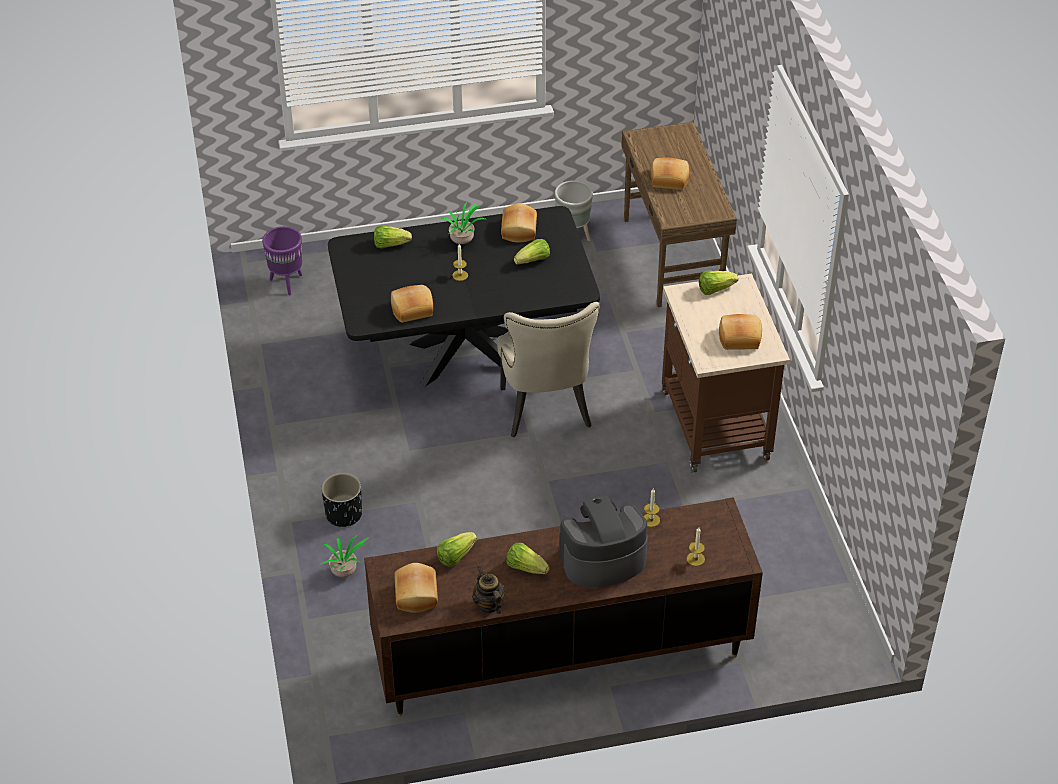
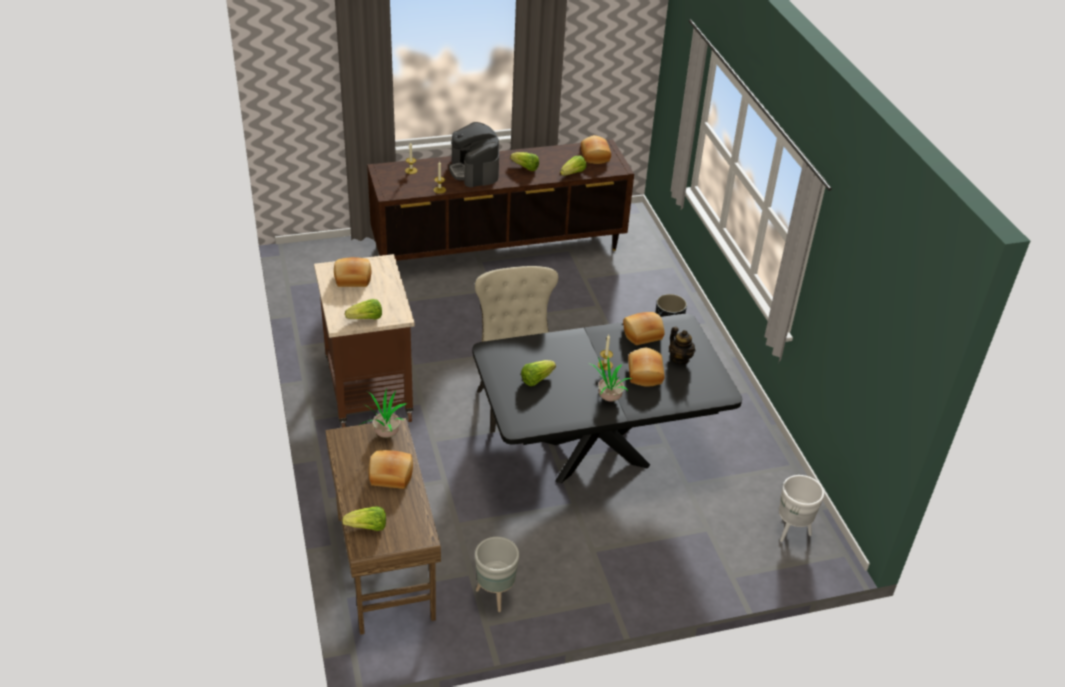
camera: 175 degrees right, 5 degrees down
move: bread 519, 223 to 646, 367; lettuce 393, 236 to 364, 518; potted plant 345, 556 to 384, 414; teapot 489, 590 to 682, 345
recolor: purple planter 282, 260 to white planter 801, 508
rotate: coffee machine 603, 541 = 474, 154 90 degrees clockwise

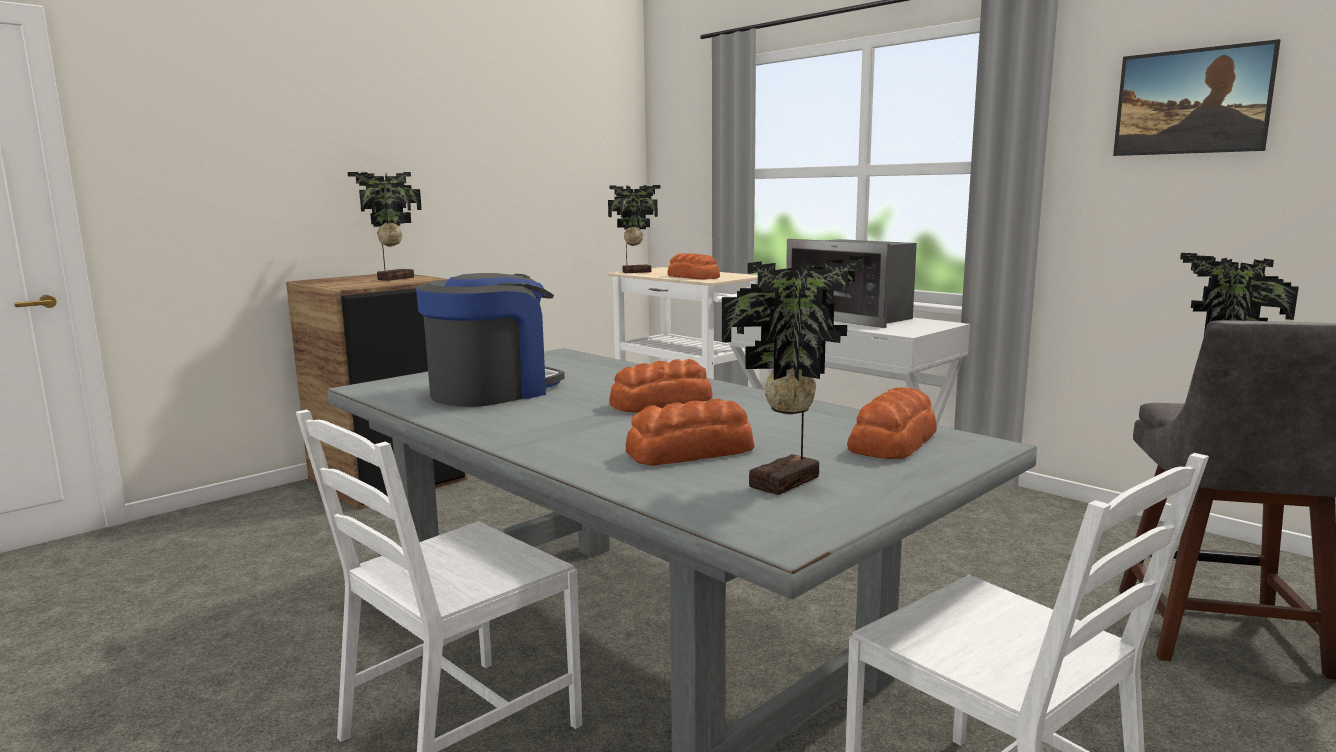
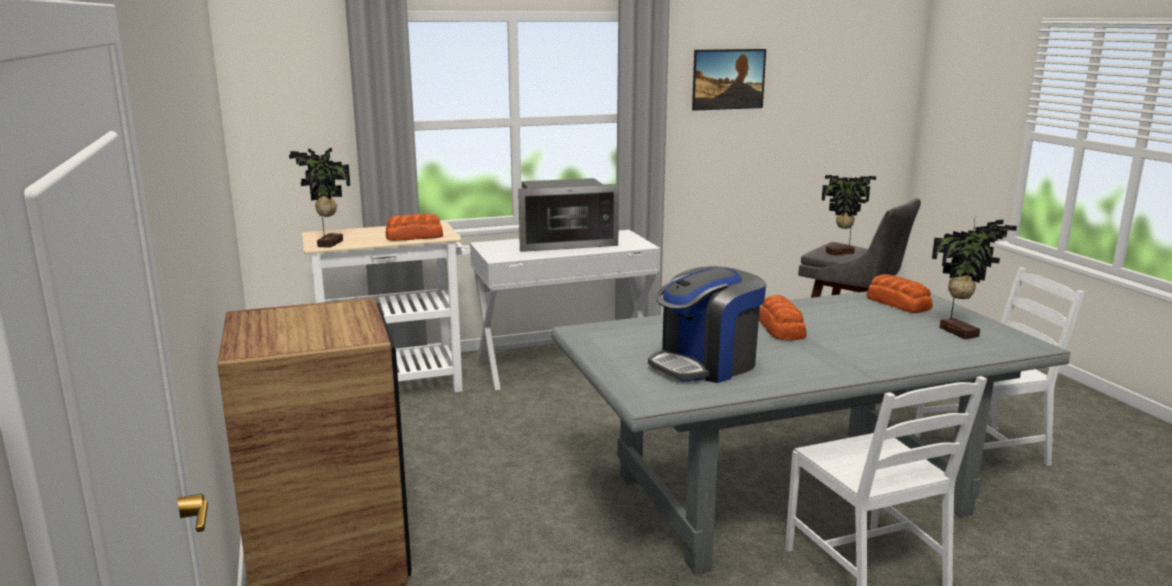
camera: 65 degrees left, 5 degrees up
delete: potted plant 385, 226; bread 690, 432
rotate: coffee machine 490, 340 = 707, 324 105 degrees counterclockwise

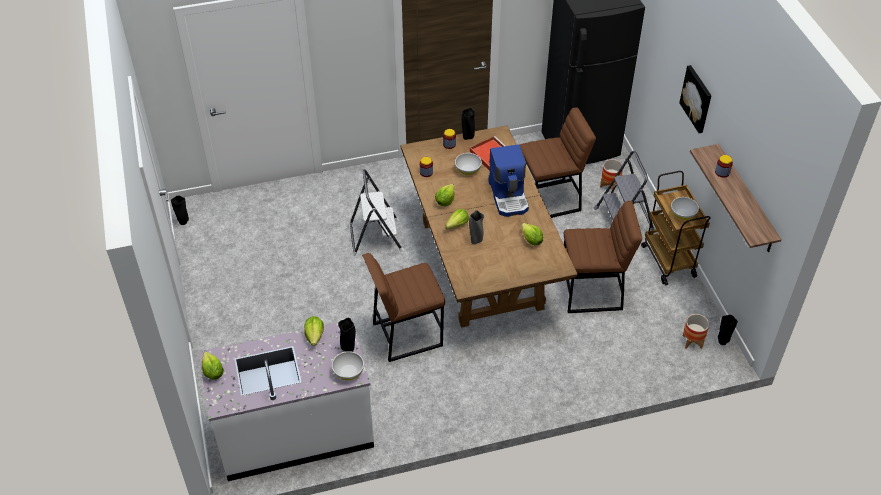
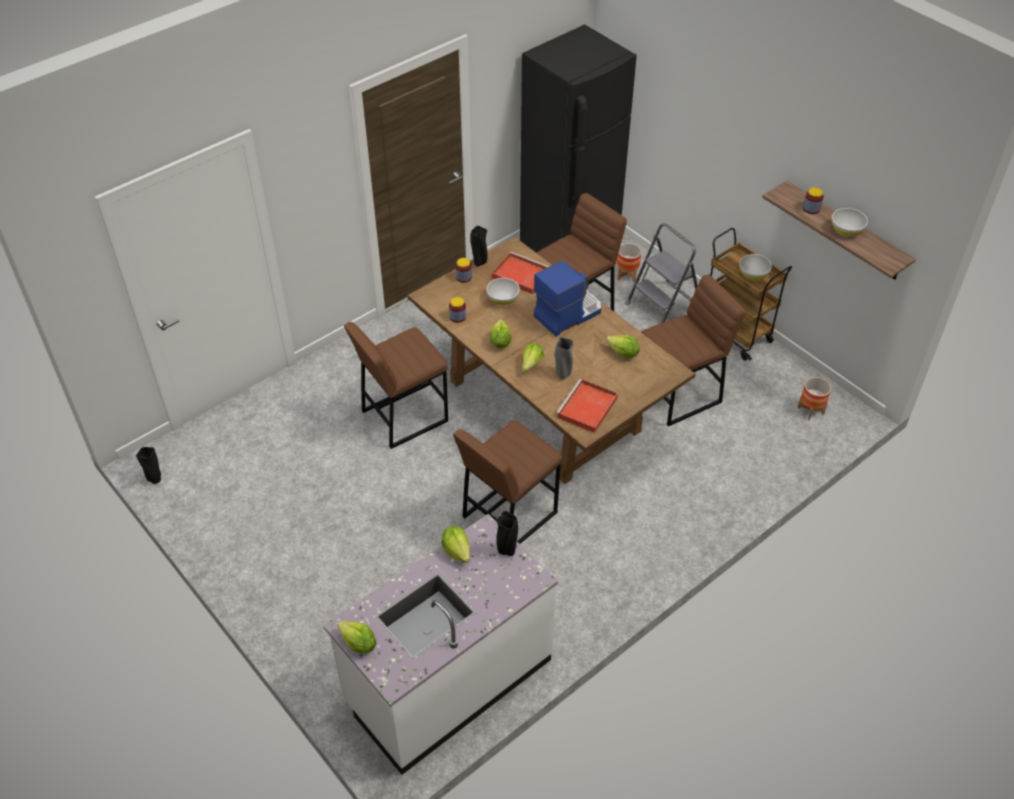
camera: 25 degrees left, 0 degrees up
delete: picture 695, 99; black vase 728, 330
insert: red tray 587, 406
move: white bowl 348, 365 to 850, 222
replace: white step ladder 377, 213 to brown chair 396, 385
rotate: coffee machine 509, 181 = 567, 298 90 degrees counterclockwise

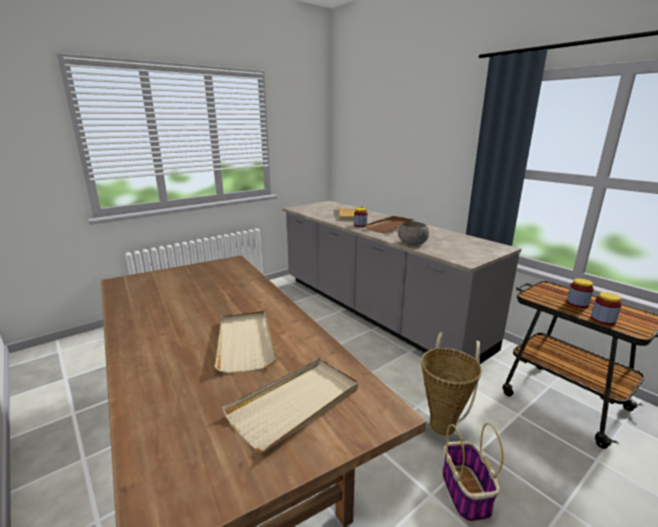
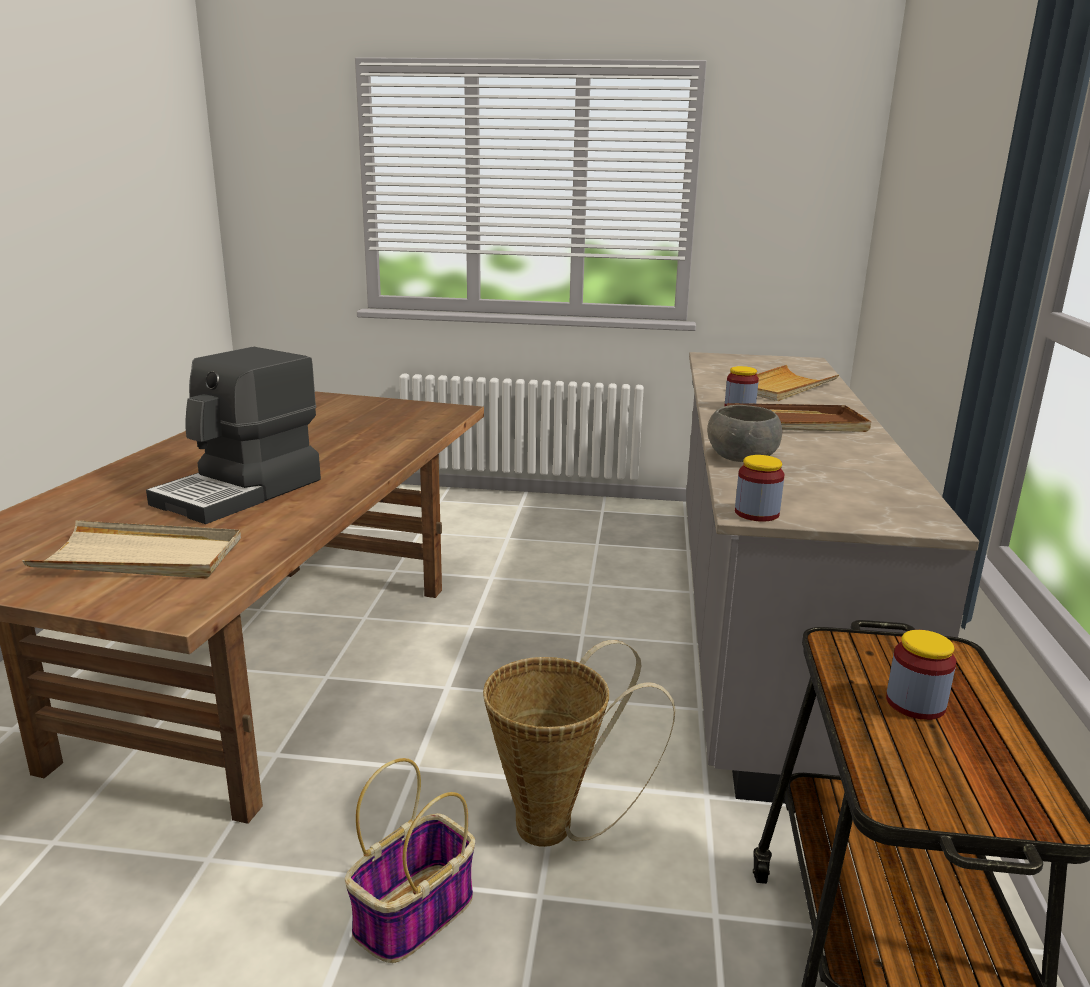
camera: 45 degrees right, 0 degrees up
move: jar 606, 308 to 759, 488
replace: beige tray 245, 342 to coffee machine 233, 435

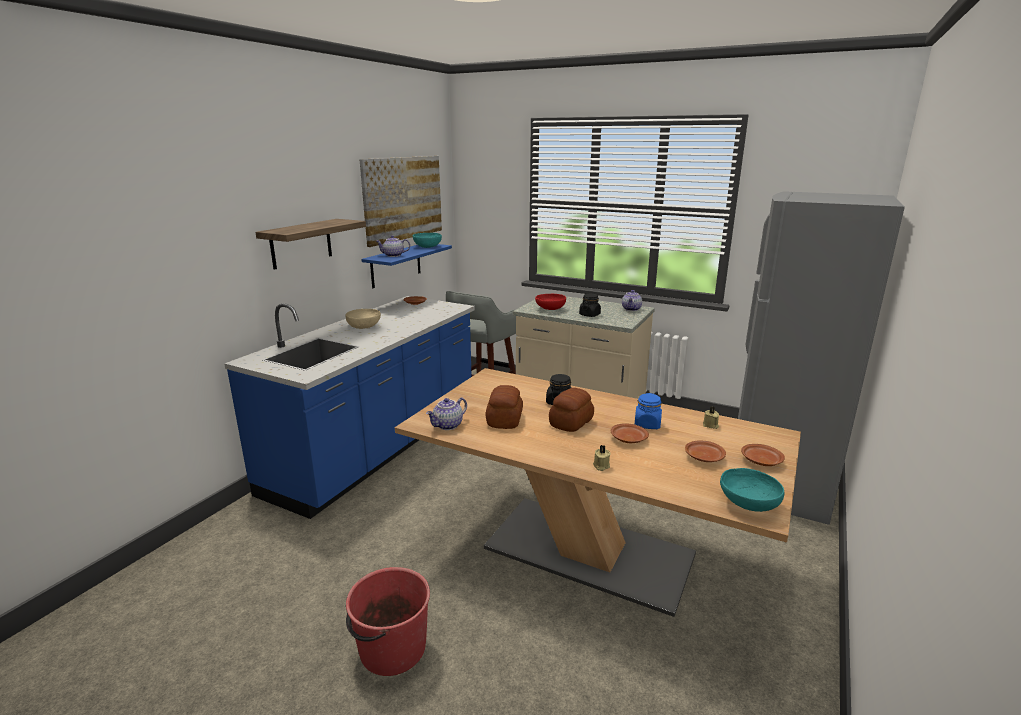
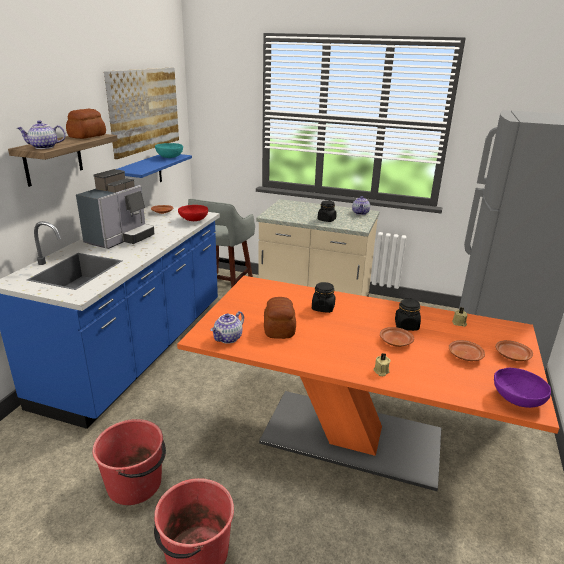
camera: 10 degrees left, 5 degrees up
insert: red bucket 129, 462
move: teapot 393, 246 to 41, 134; red bowl 550, 302 to 193, 213; bread 571, 410 to 86, 124
replace: beige bowl 363, 319 to coffee machine 115, 209
recolor: beige dining table 598, 492 to orange dining table 368, 383; blue jar 648, 411 to black jar 408, 314; turquoise bowl 752, 490 to purple bowl 522, 388

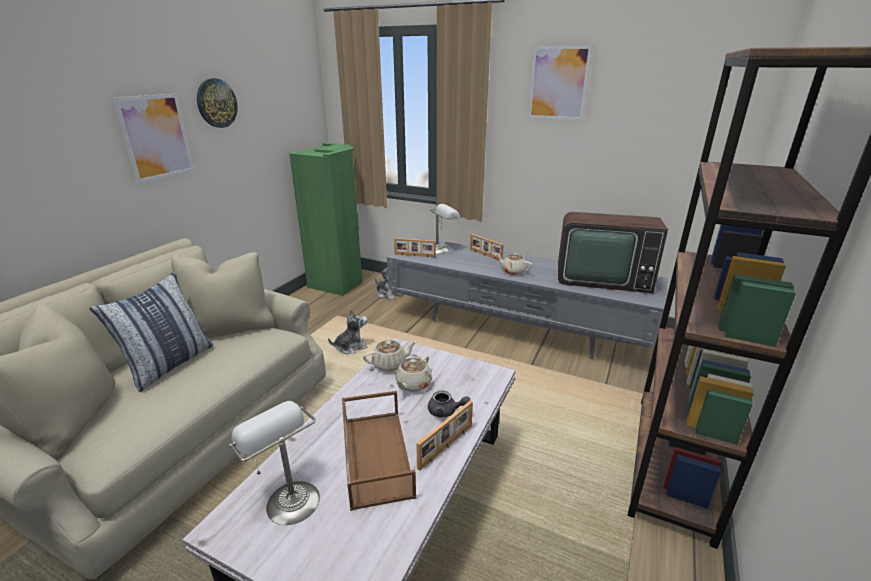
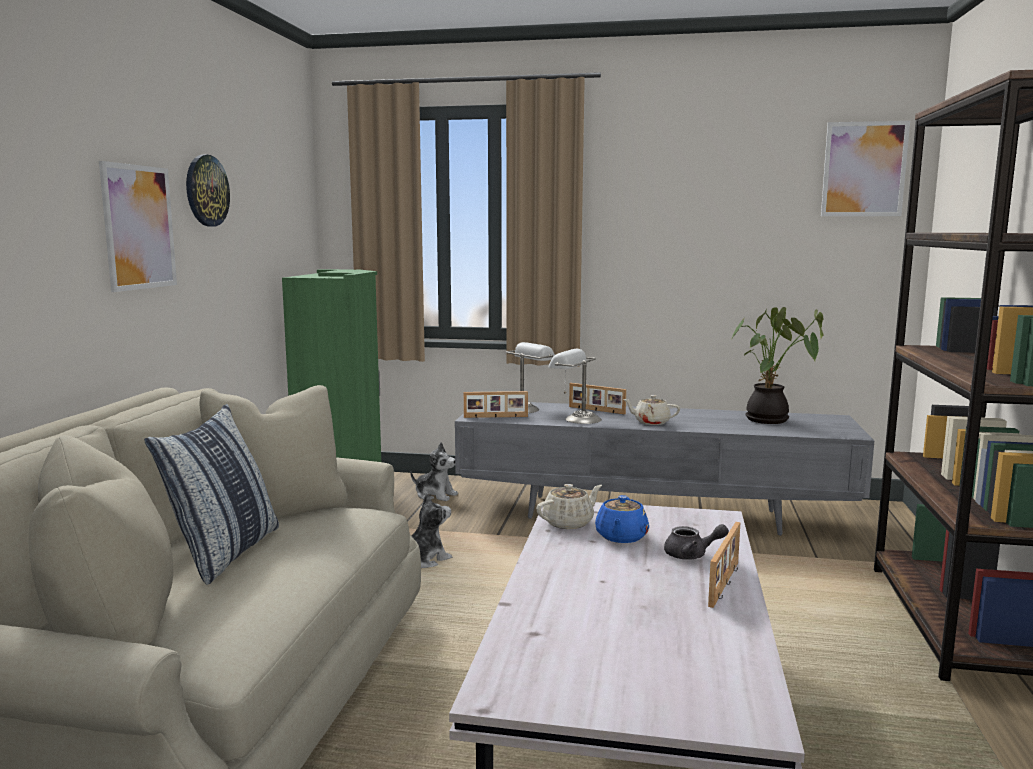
camera: 15 degrees left, 15 degrees down
delete: brown tray 379, 451
move: picture 560, 83 to 865, 168; white table lamp 274, 463 to 575, 386
replace: television 613, 252 to potted plant 777, 365
recolor: beige teapot 413, 373 to blue teapot 622, 519

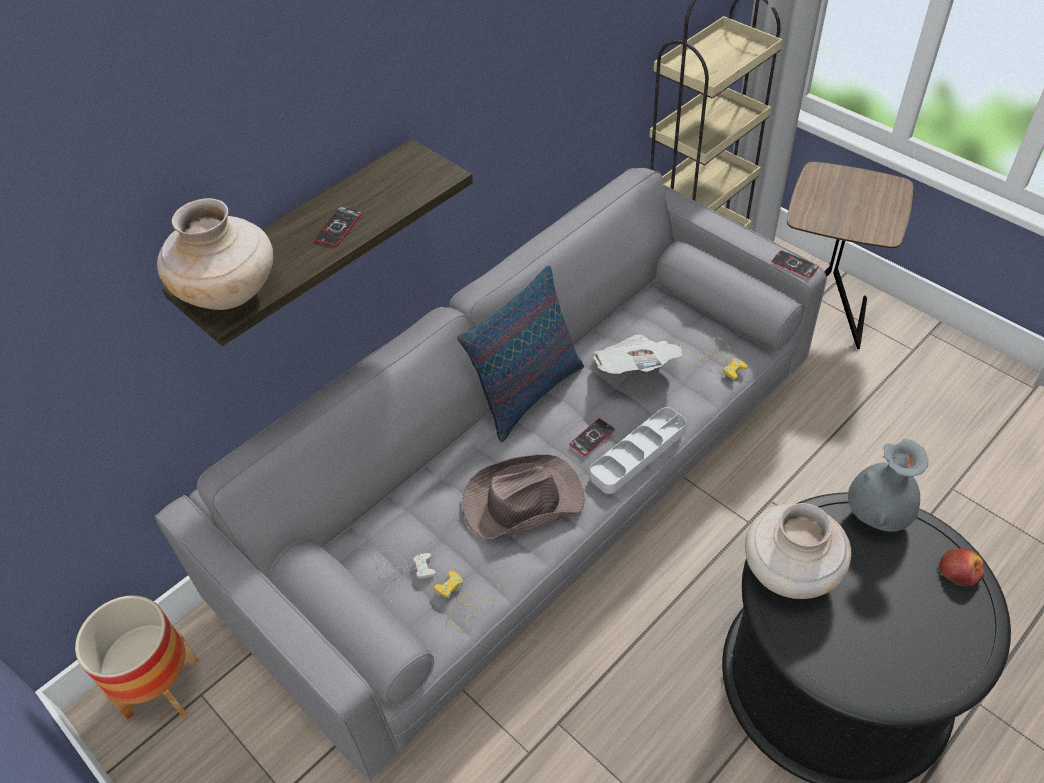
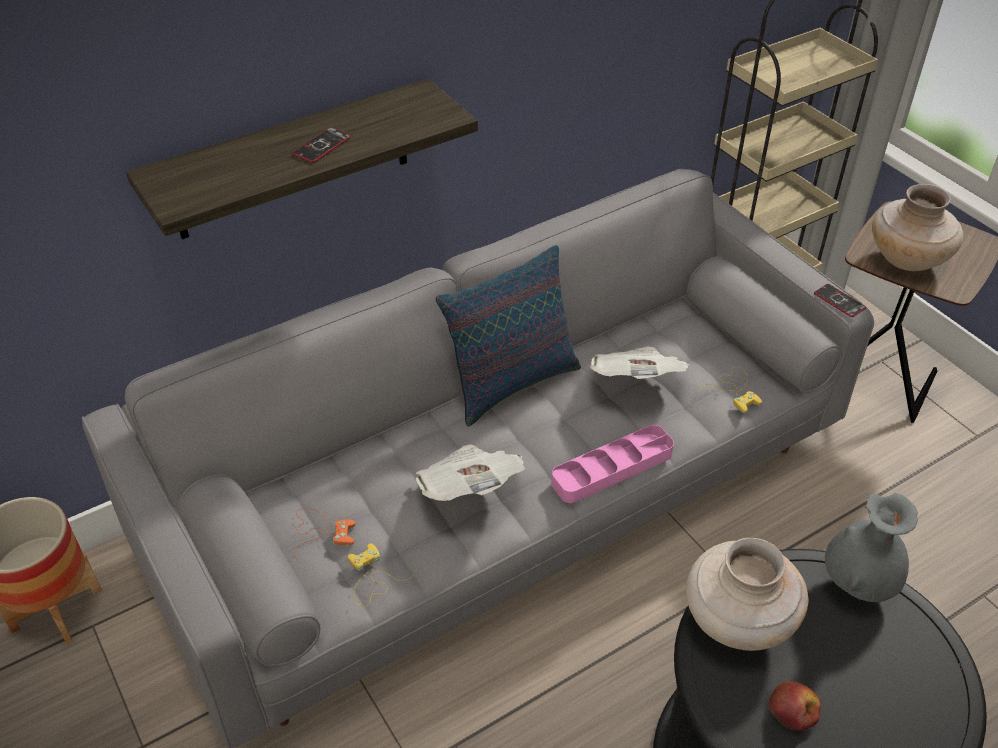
camera: 10 degrees right, 5 degrees down
delete: phone 592, 437
move: beige vase 215, 254 to 917, 227; apple 961, 567 to 795, 706
replace: brown hat 523, 496 to newspaper 470, 472
recolor: grey tray 638, 450 to pink tray 613, 464; white game controller 405, 576 to orange game controller 324, 535

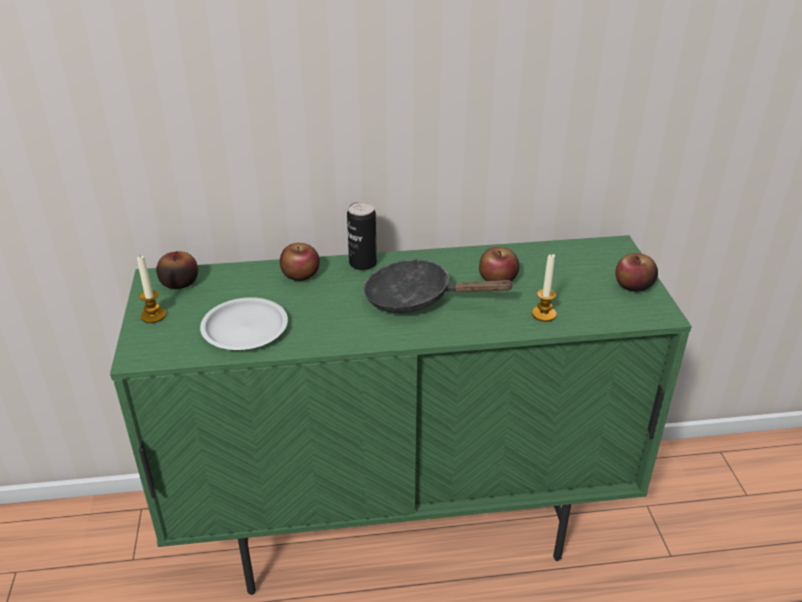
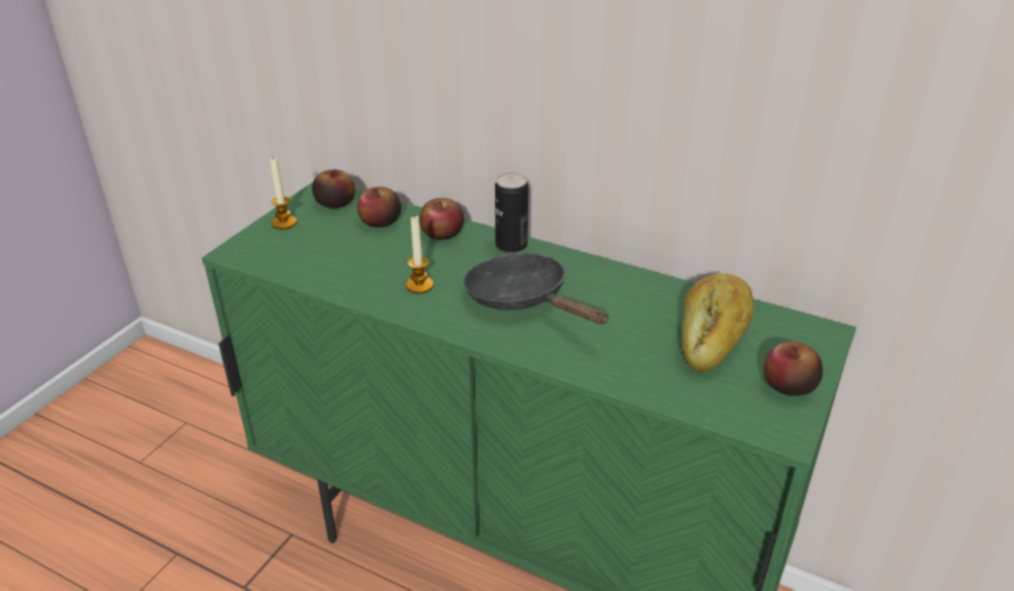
camera: 35 degrees right, 0 degrees up
delete: white plate 244, 323
insert: bread 718, 322
move: apple 499, 264 to 379, 207; candle 544, 288 to 419, 254

